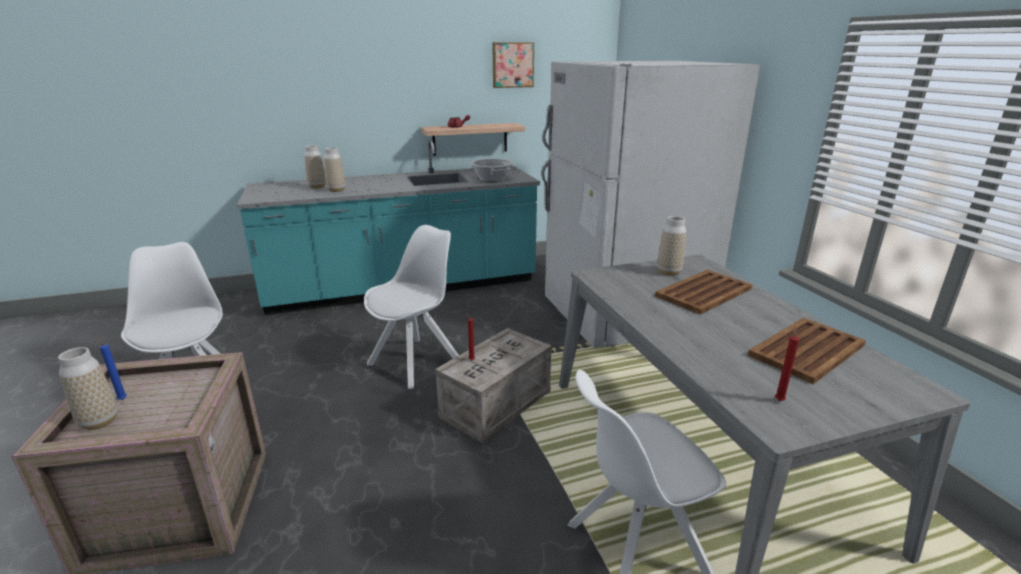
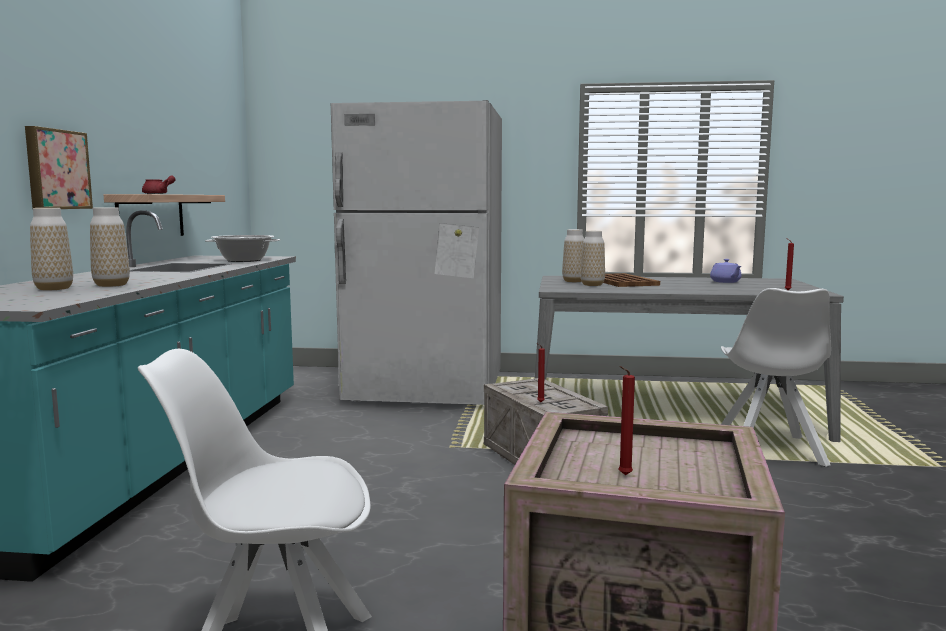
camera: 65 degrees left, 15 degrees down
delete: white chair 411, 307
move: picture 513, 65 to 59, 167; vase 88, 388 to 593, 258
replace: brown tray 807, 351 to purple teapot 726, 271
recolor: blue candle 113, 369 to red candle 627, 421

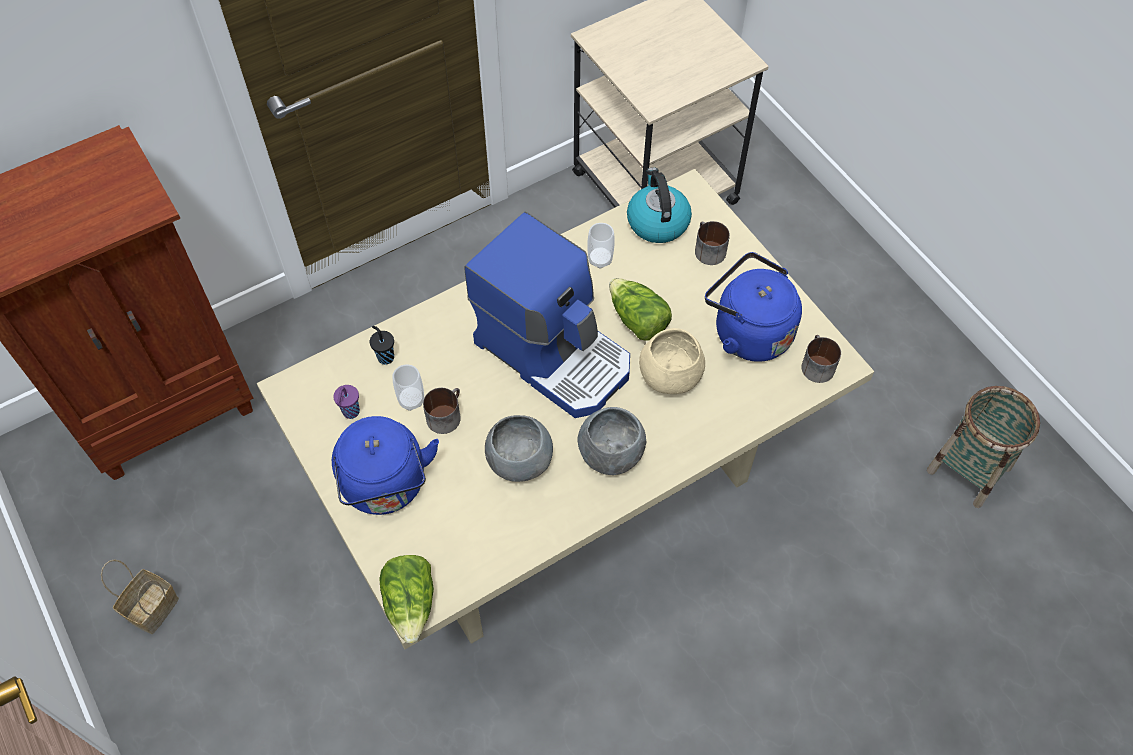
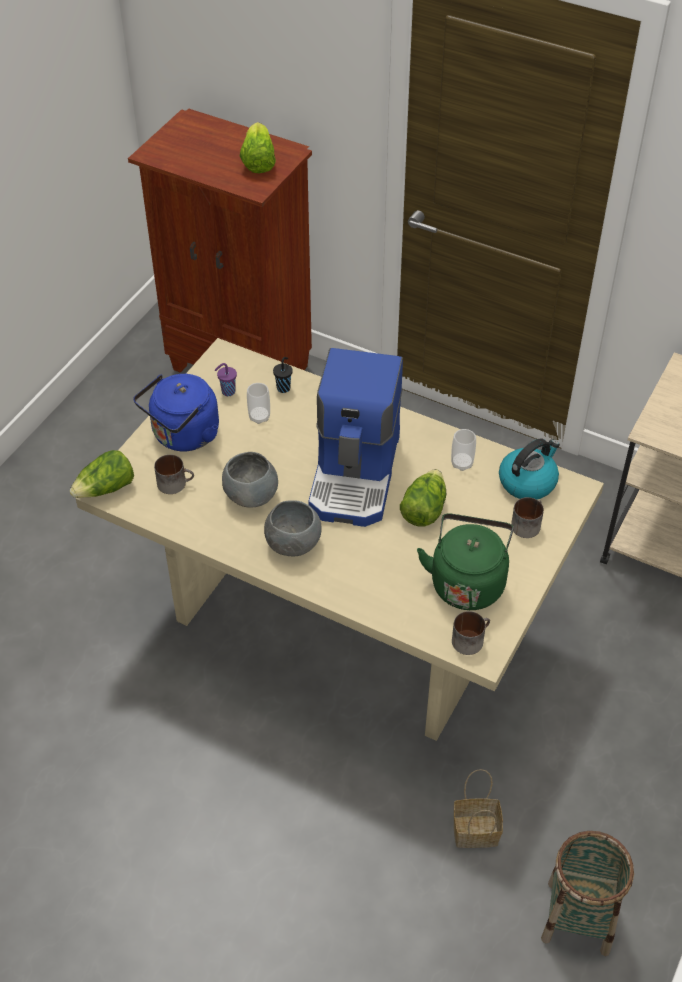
camera: 60 degrees right, 10 degrees down
delete: beige bowl 672, 361
insert: lettuce 258, 147
move: mug 442, 411 to 174, 474; basket 140, 596 to 478, 808
recolor: blue kettle 753, 307 to green kettle 465, 561

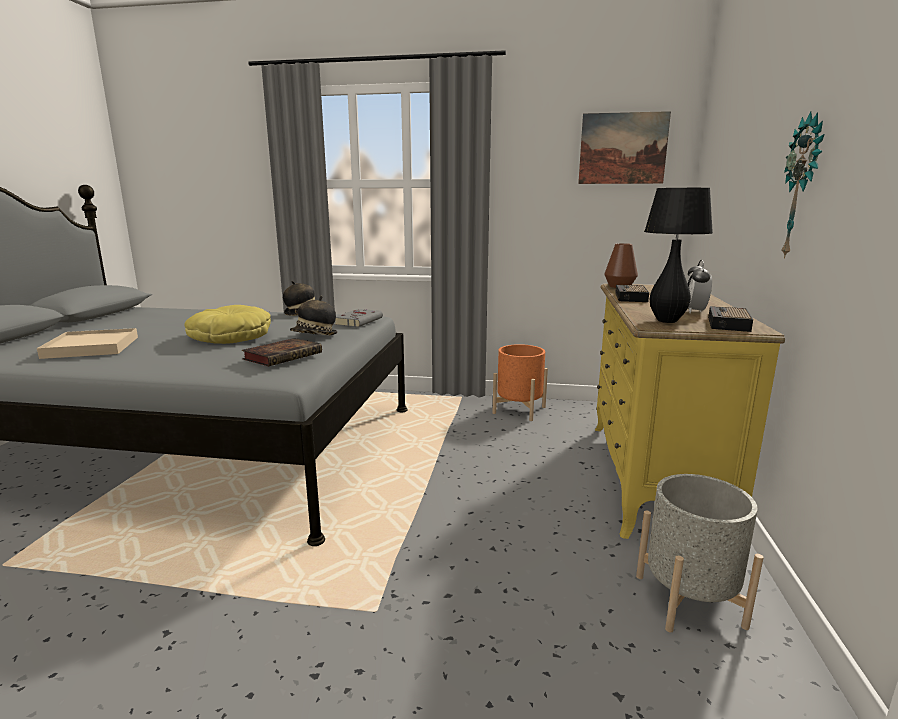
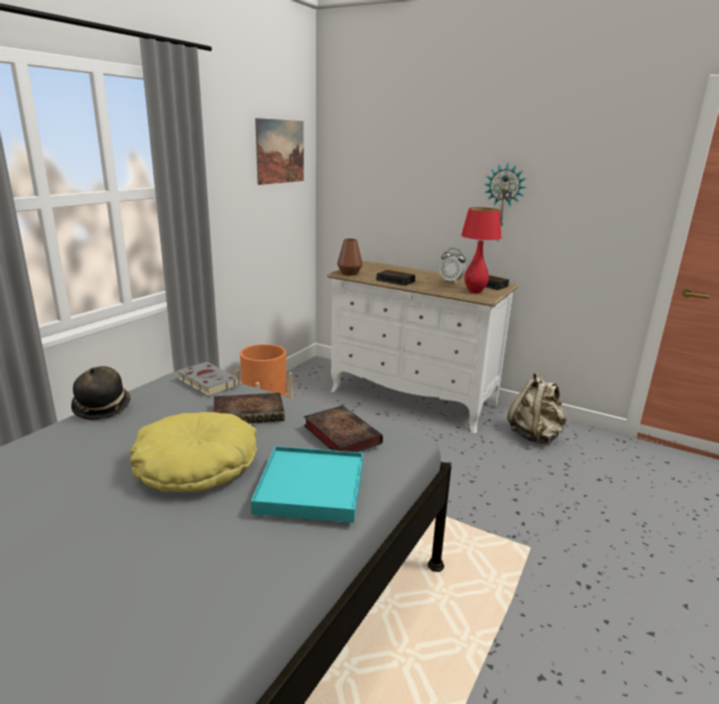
camera: 70 degrees left, 5 degrees up
delete: beige tray 87, 343
insert: turquoise tray 307, 484
replace: hat 313, 315 to book 249, 408; grey planter 700, 553 to beige backpack 537, 408
recolor: black table lamp 678, 255 to red table lamp 481, 250; yellow dresser 690, 411 to white dresser 422, 347

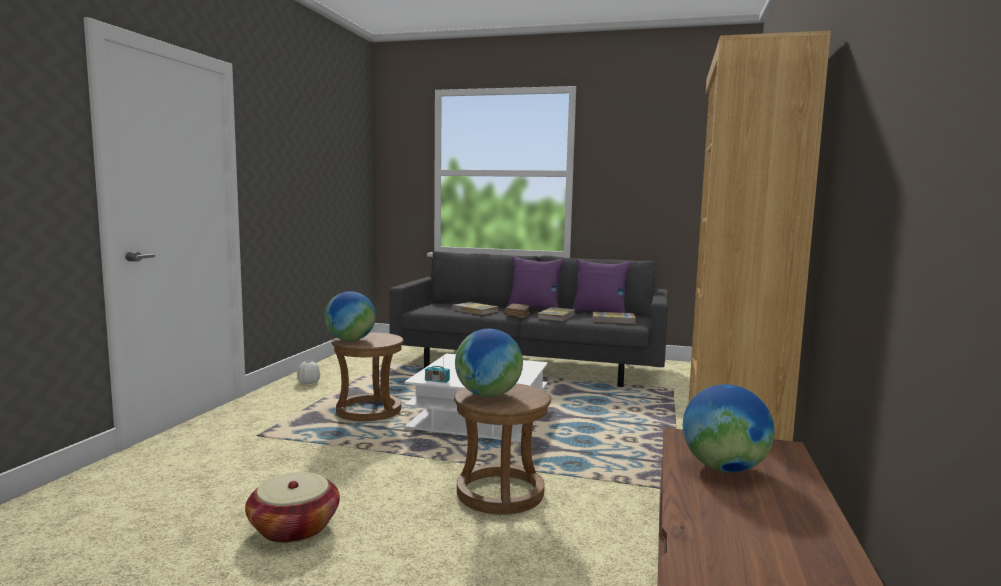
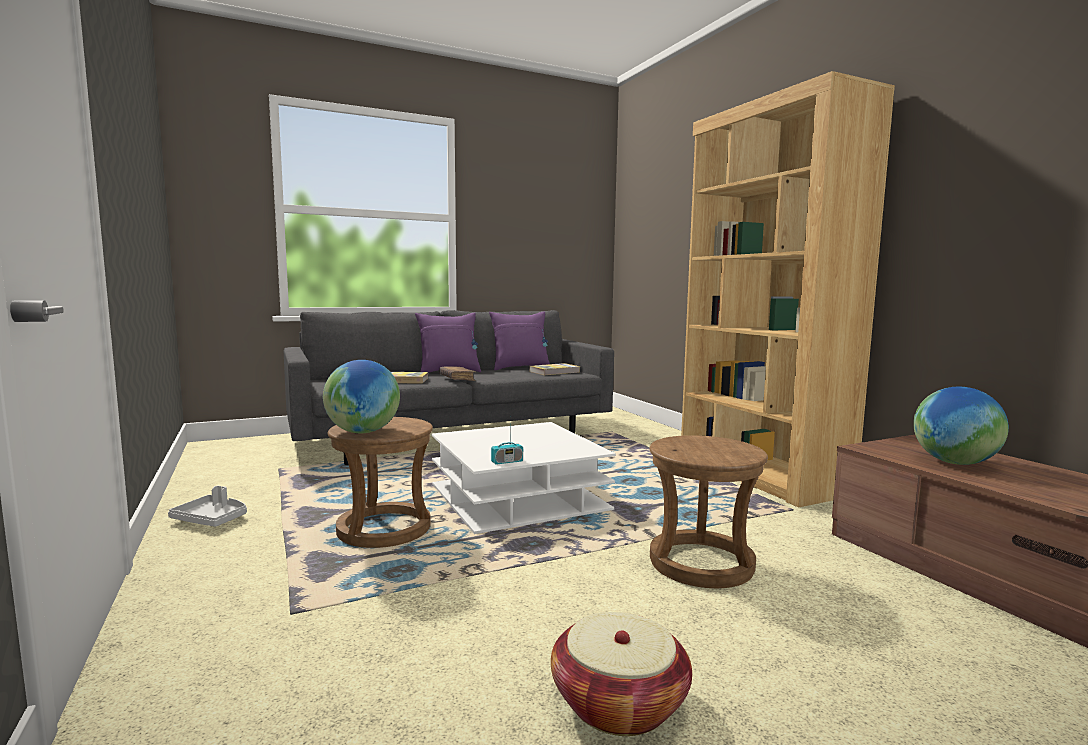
camera: 40 degrees left, 0 degrees up
delete: book 556, 314; globe 489, 363
replace: white vase 308, 372 to grey tray 207, 506

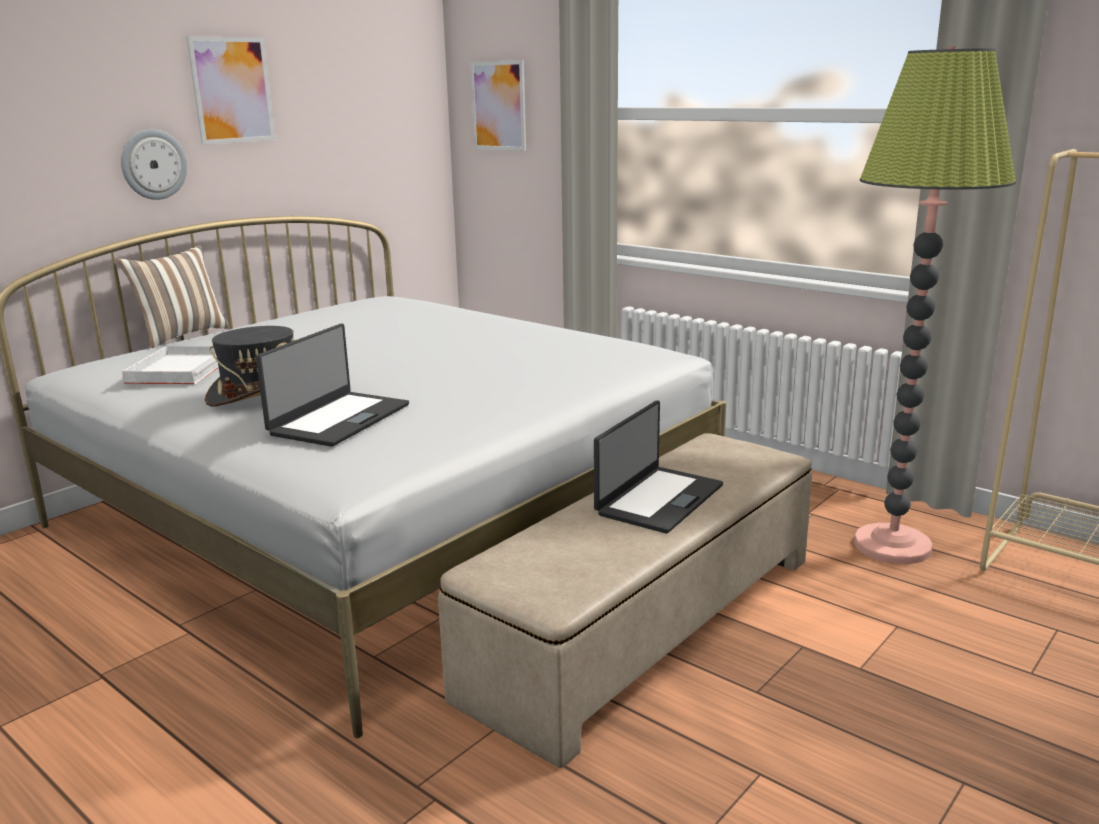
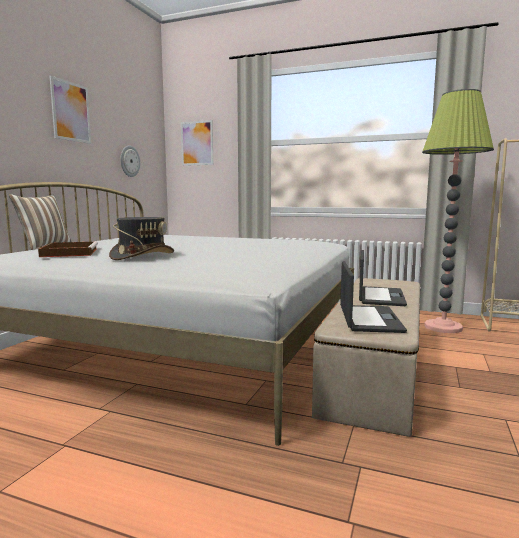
camera: 20 degrees left, 10 degrees down
move: wall clock 154, 164 to 130, 161; laptop 332, 385 to 373, 297
recolor: white tray 170, 365 to brown tray 68, 249

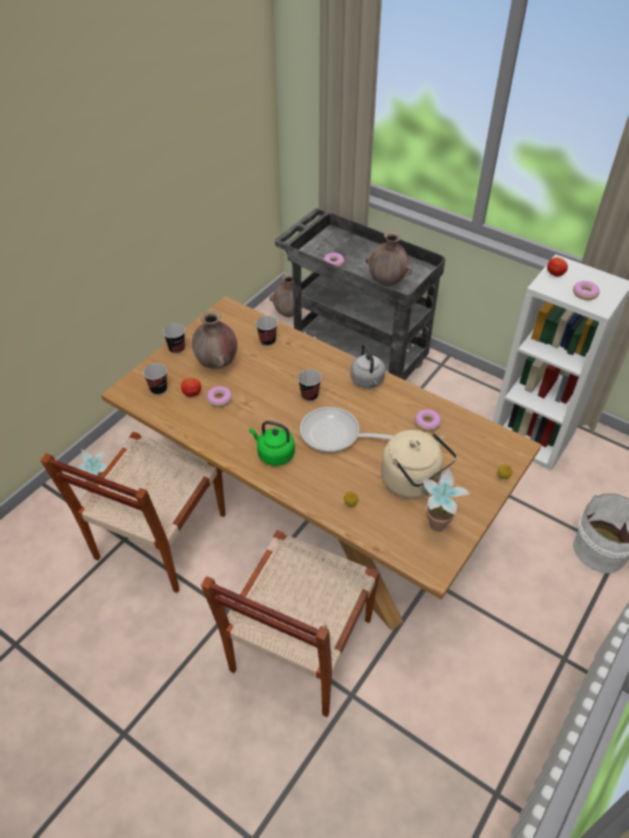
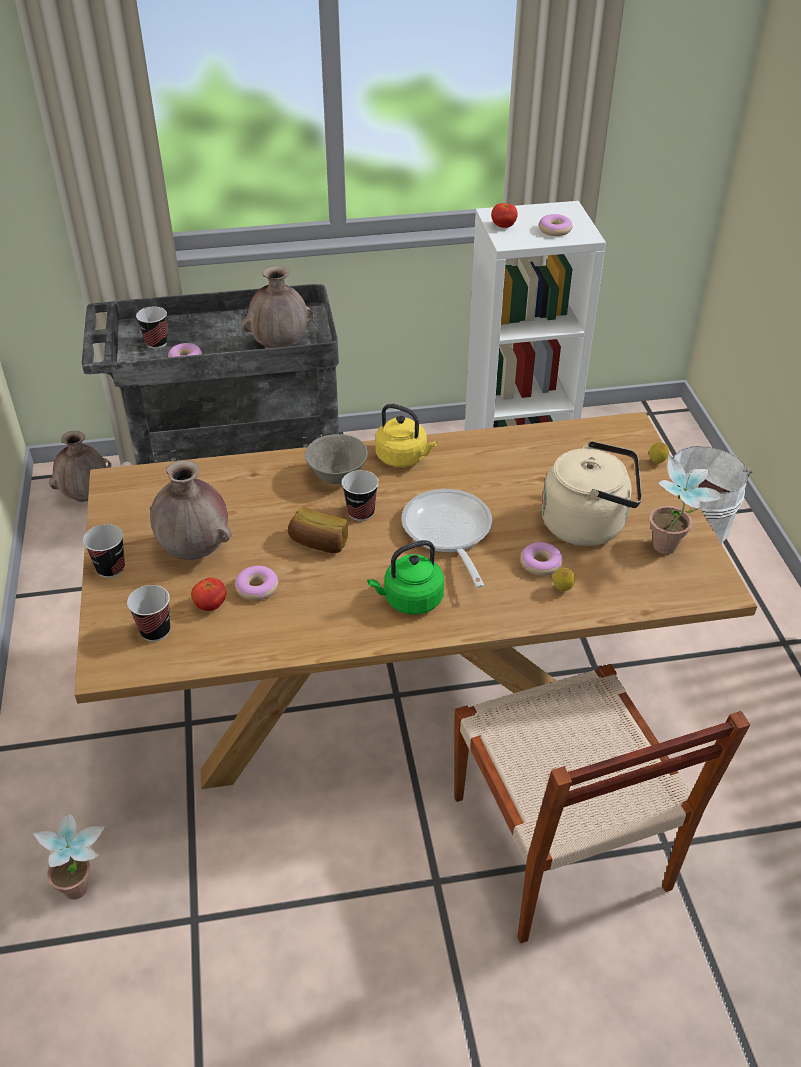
camera: 45 degrees left, 5 degrees down
delete: chair 133, 512
insert: grey bowl 336, 459; bread 318, 530
move: cup 267, 331 to 151, 328; donut 427, 420 to 541, 559
recolor: grey kettle 367, 366 to yellow kettle 406, 435
rotate: frying pan 347, 429 = 446, 538 105 degrees clockwise

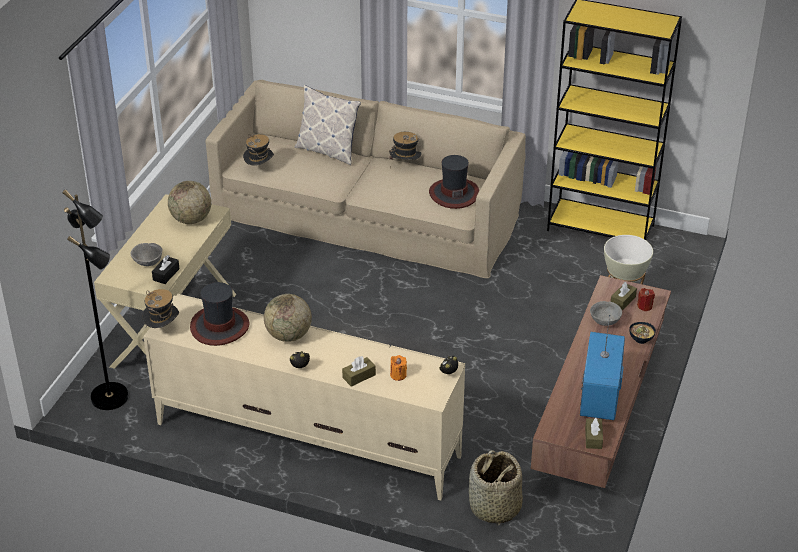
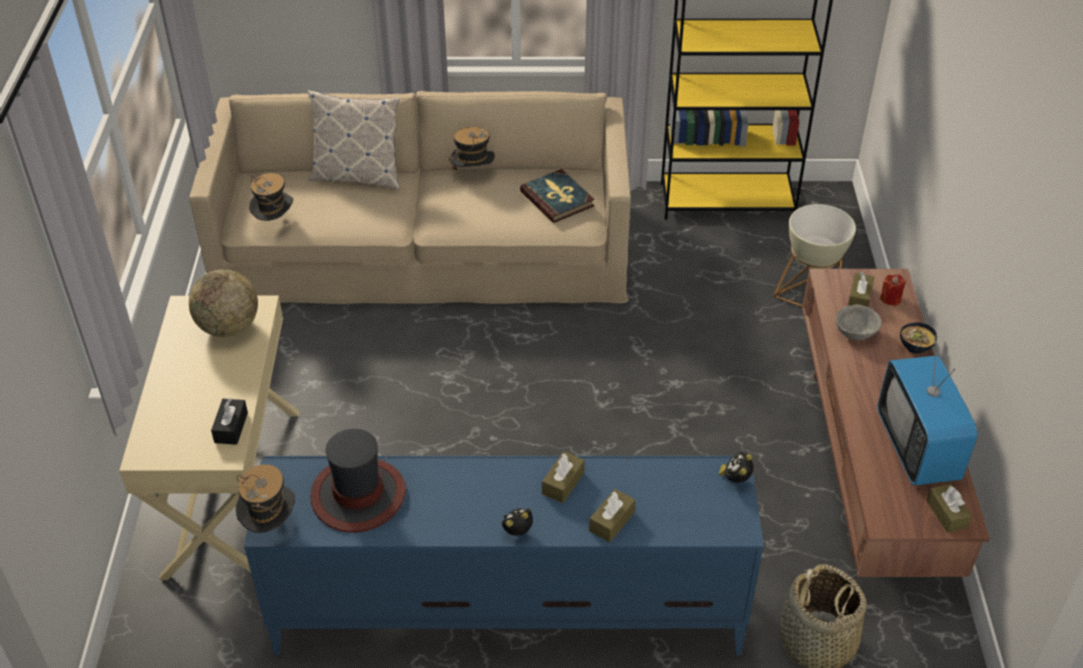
camera: 20 degrees left, 5 degrees up
delete: black floor lamp 95, 300; grey bowl 146, 254; globe 288, 318; orange candle 398, 368
insert: brown tissue box 563, 477
replace: hat 454, 182 to book 557, 196
recolor: beige cabinet 304, 397 to blue cabinet 504, 556

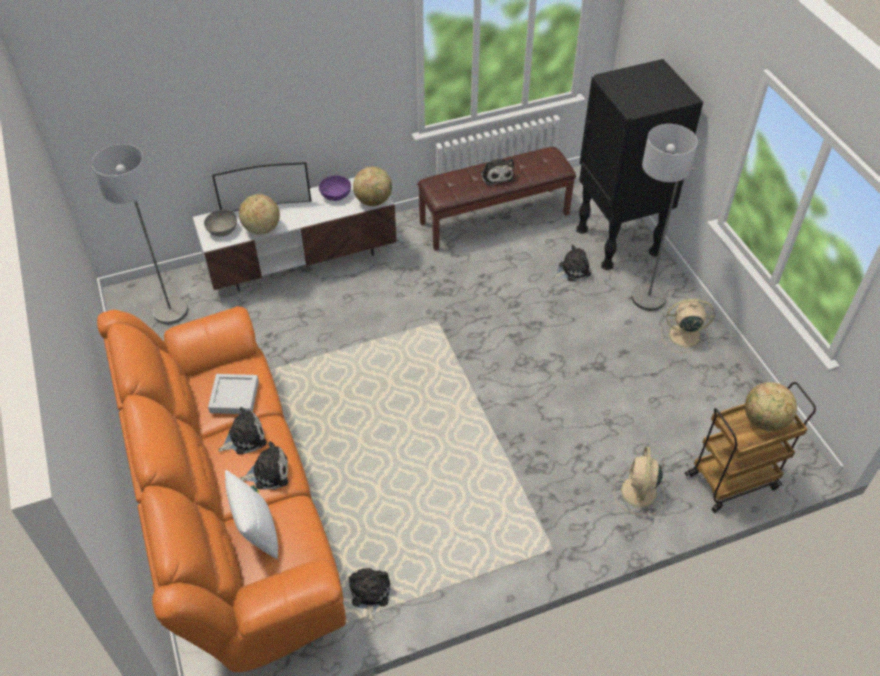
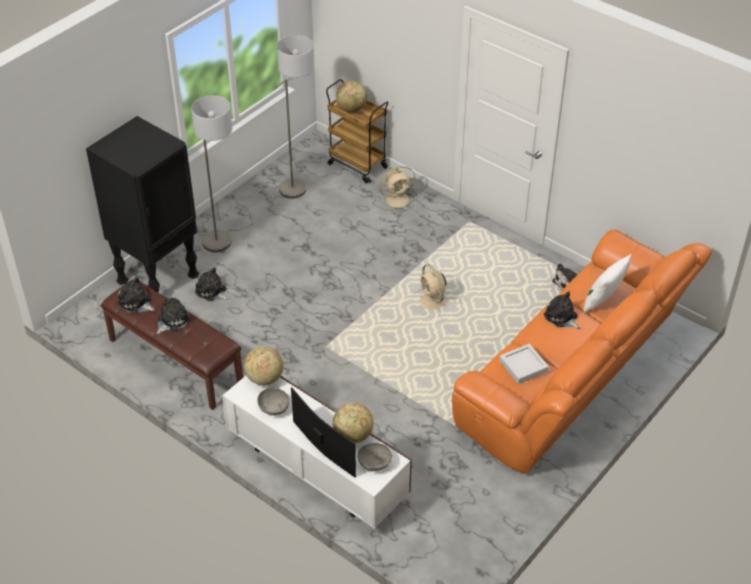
camera: 120 degrees left, 5 degrees down
move: grey floor lamp 140, 234 to 295, 117; beige fan 688, 326 to 431, 287; plush toy 242, 431 to 136, 294
recolor: purple bowl 335, 188 to grey bowl 273, 401

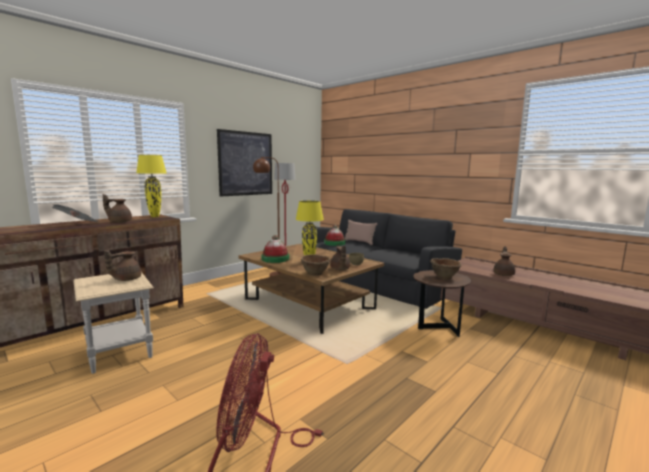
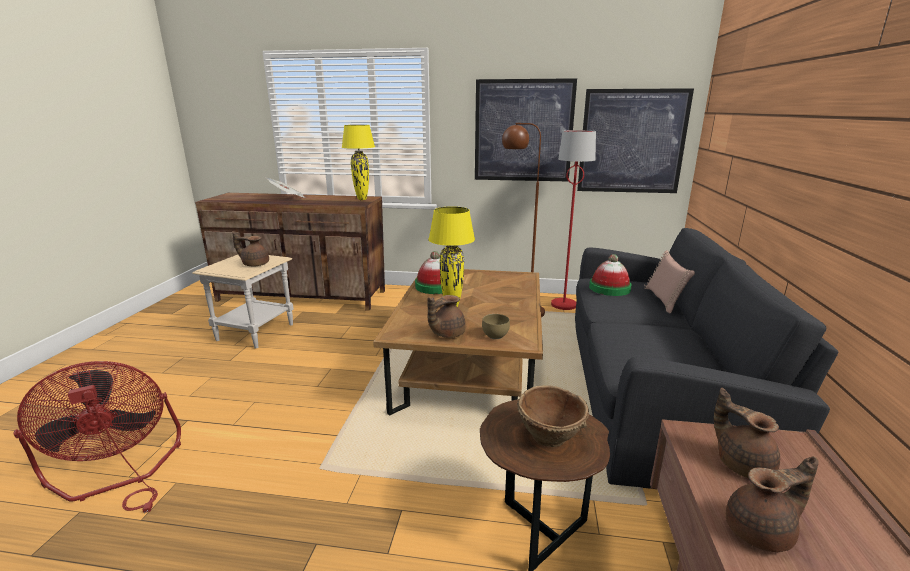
camera: 55 degrees right, 10 degrees up
delete: brown bowl 316, 265
insert: picture 635, 140
move: brown teapot 117, 208 to 747, 433

